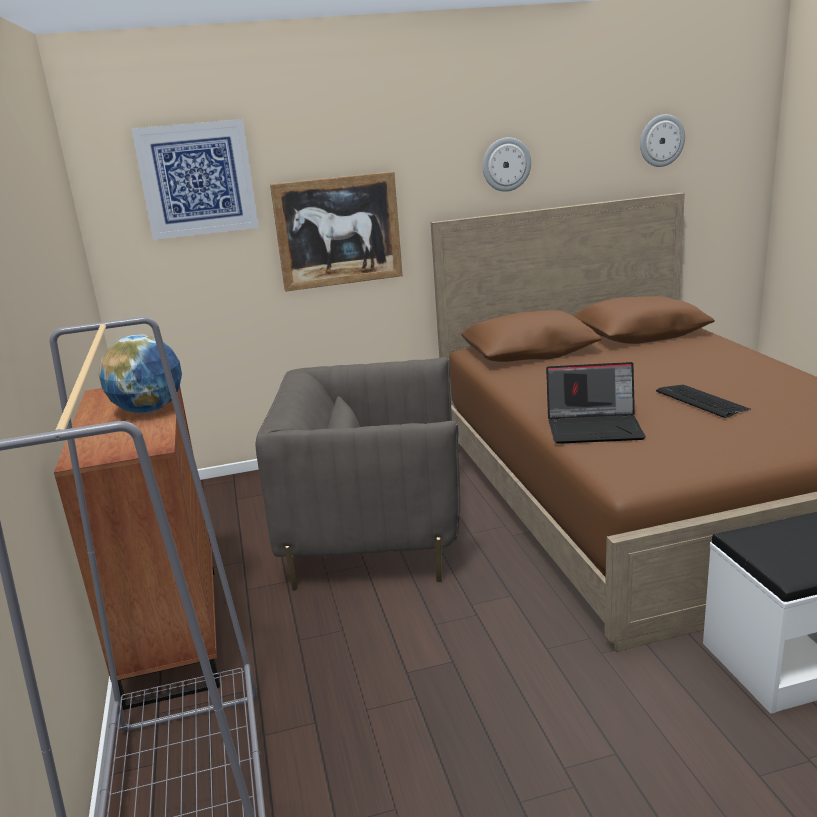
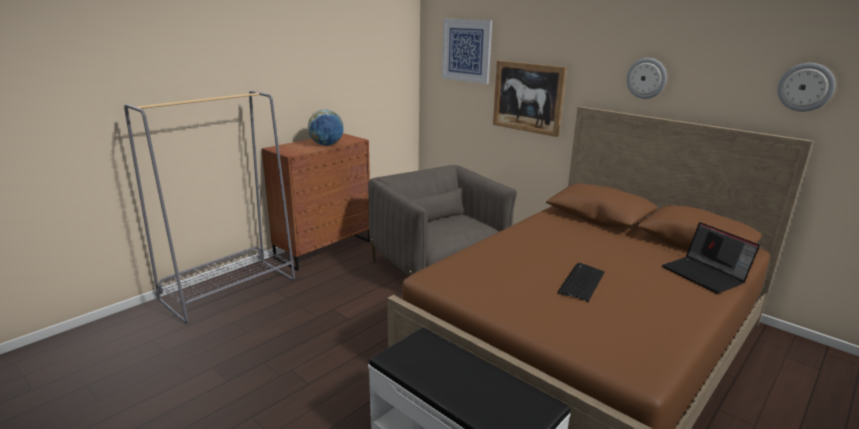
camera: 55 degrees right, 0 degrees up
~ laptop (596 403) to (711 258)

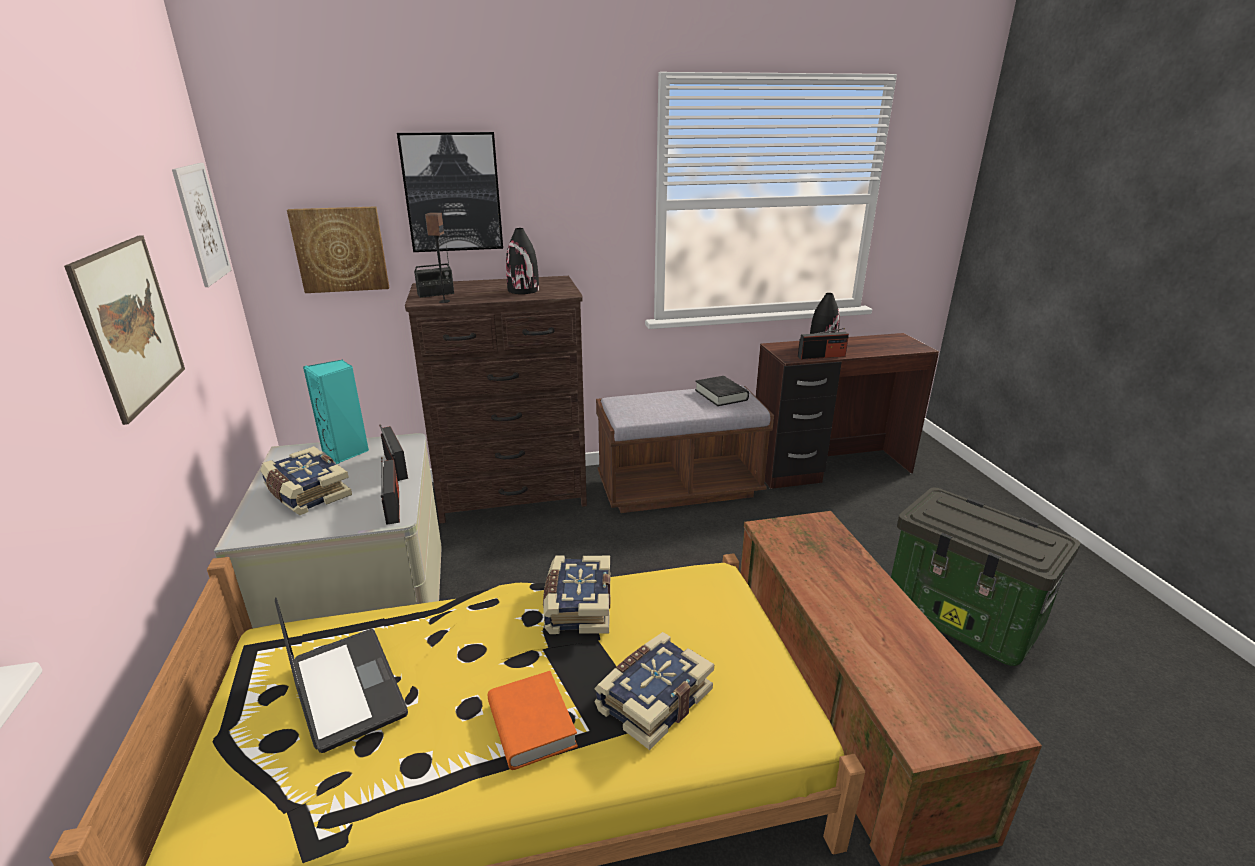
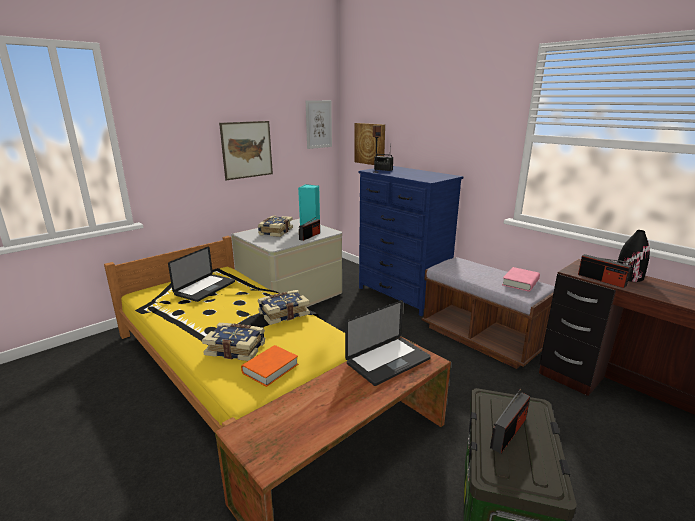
camera: 60 degrees right, 5 degrees down
~ orangey book (533 720) to (269 366)
+ laptop (388 343)
~ brown-coloured drawer chest (496 399) to blue drawer chest (411 241)
~ radio set (390 491) to (510 421)
~ black-coloured book (722 391) to pinkish book (521 279)
- wall picture (450 192)
- black-coloured decorative vase (522 261)

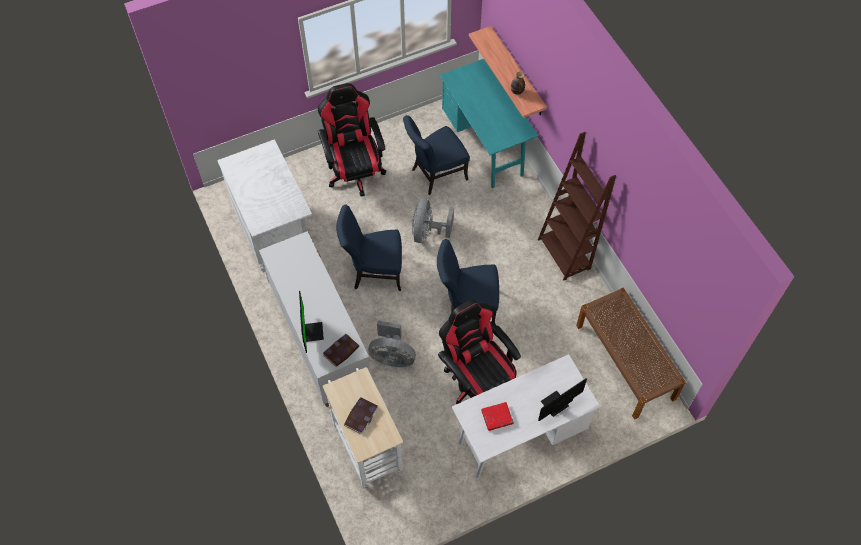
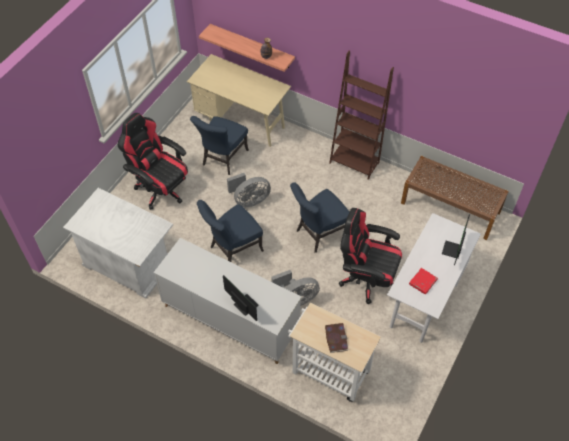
camera: 35 degrees left, 5 degrees down
~ turquoise-coloured desk unit (489 123) to beige-coloured desk unit (239 100)
~ gray electric fan (433 221) = (249 190) 90 degrees counterclockwise
- book (341 350)

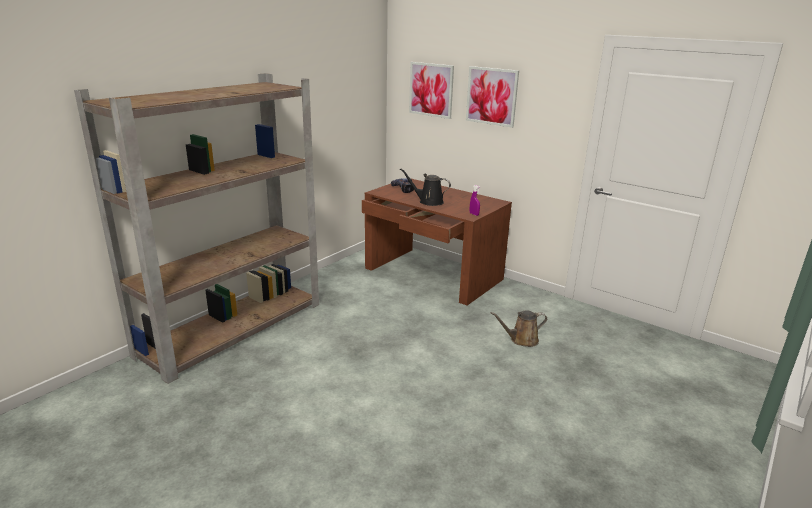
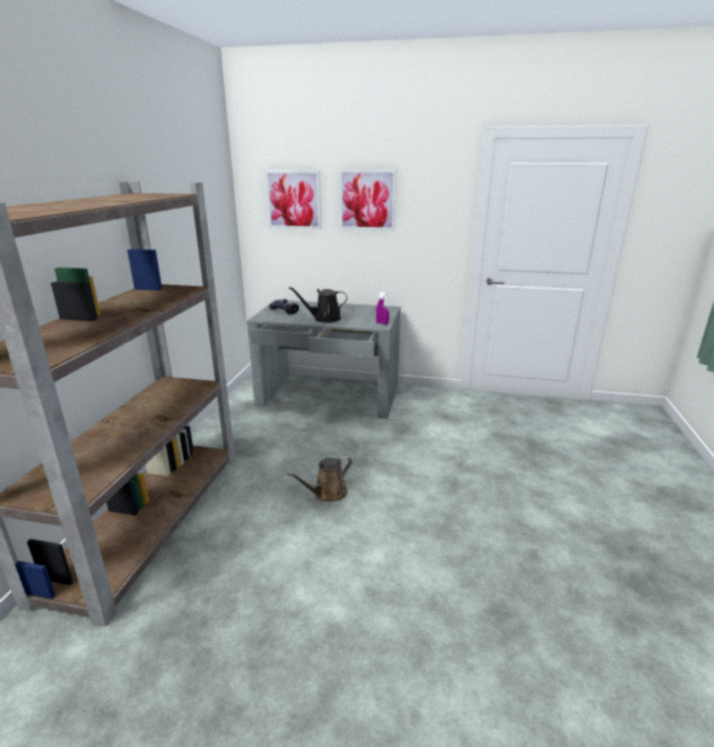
camera: 25 degrees left, 0 degrees up
~ brown-coloured desk unit (437 242) to gray desk unit (324 359)
~ brown-coloured watering pot (518 328) to (319 479)

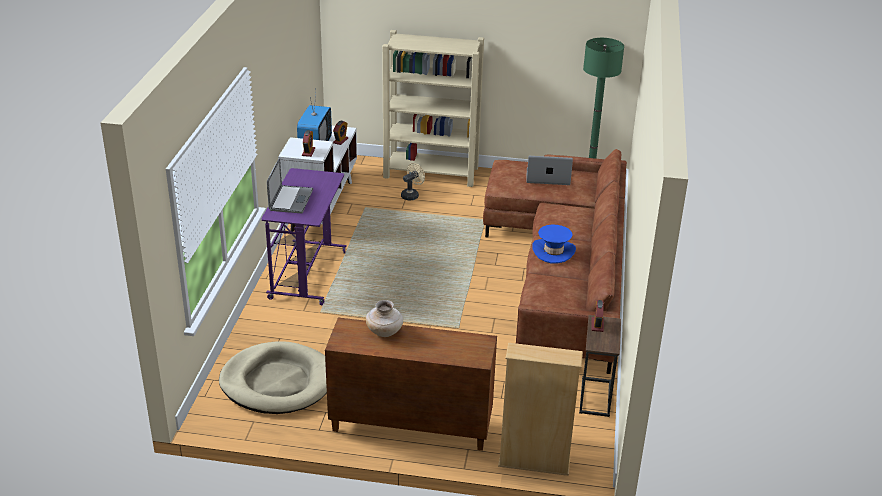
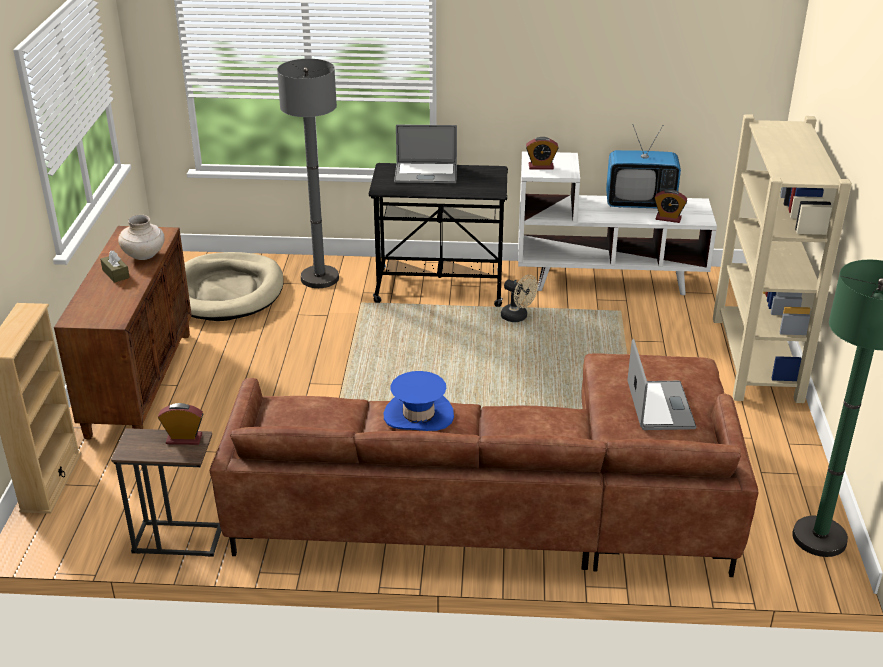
camera: 85 degrees right, 0 degrees up
+ brown-coloured tissue box (115 266)
+ gray standard lamp (308 173)
~ purplish desk unit (304 236) to black-coloured desk unit (438 235)
~ beige-coloured electric fan (413 182) to (519 298)

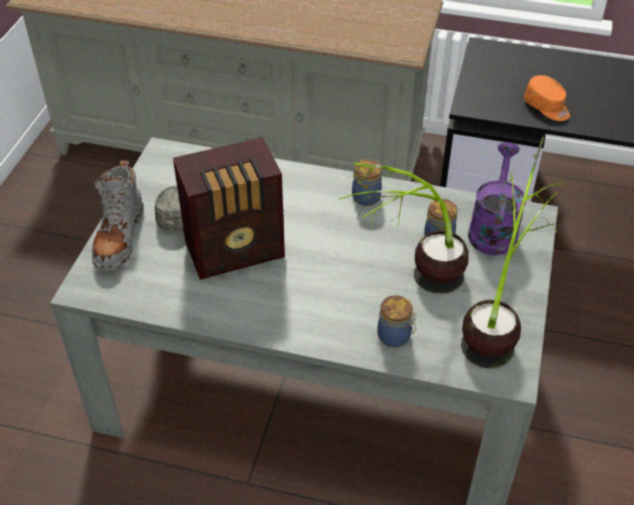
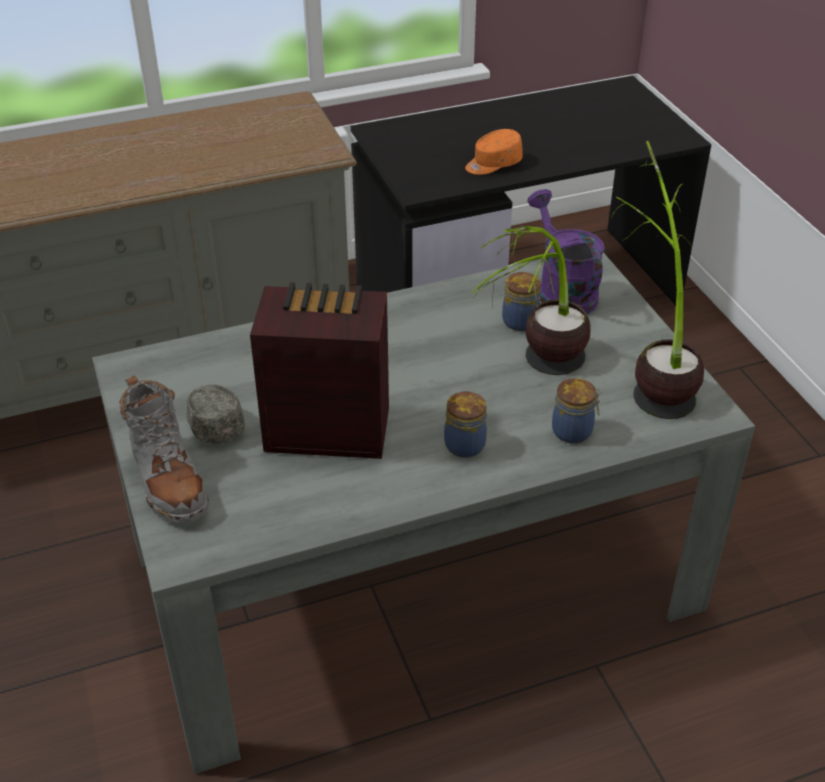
camera: 35 degrees left, 5 degrees down
~ radio set (229 208) = (319 370) 120 degrees counterclockwise
~ jar (367 182) to (465 424)
~ orangey peaked cap (547 98) = (494 152) 135 degrees clockwise

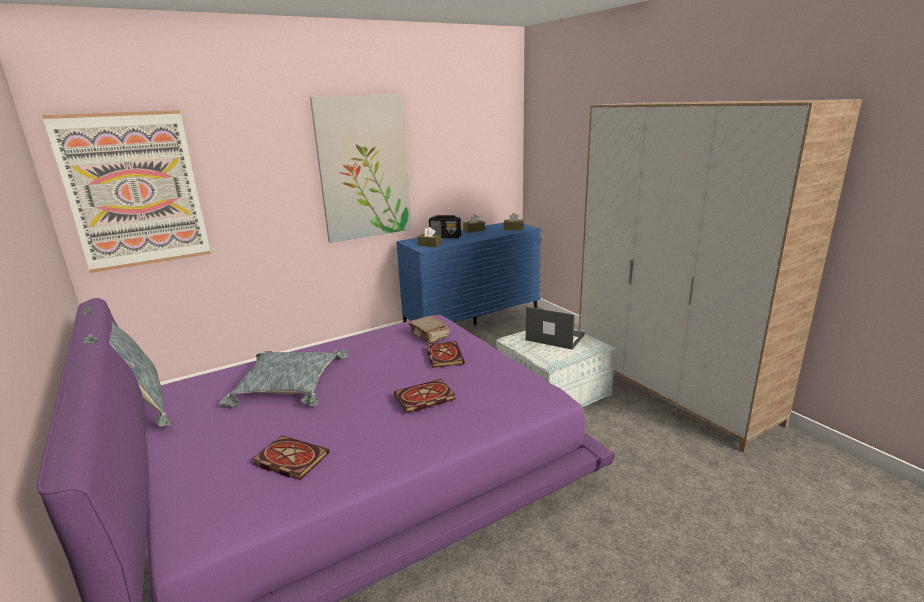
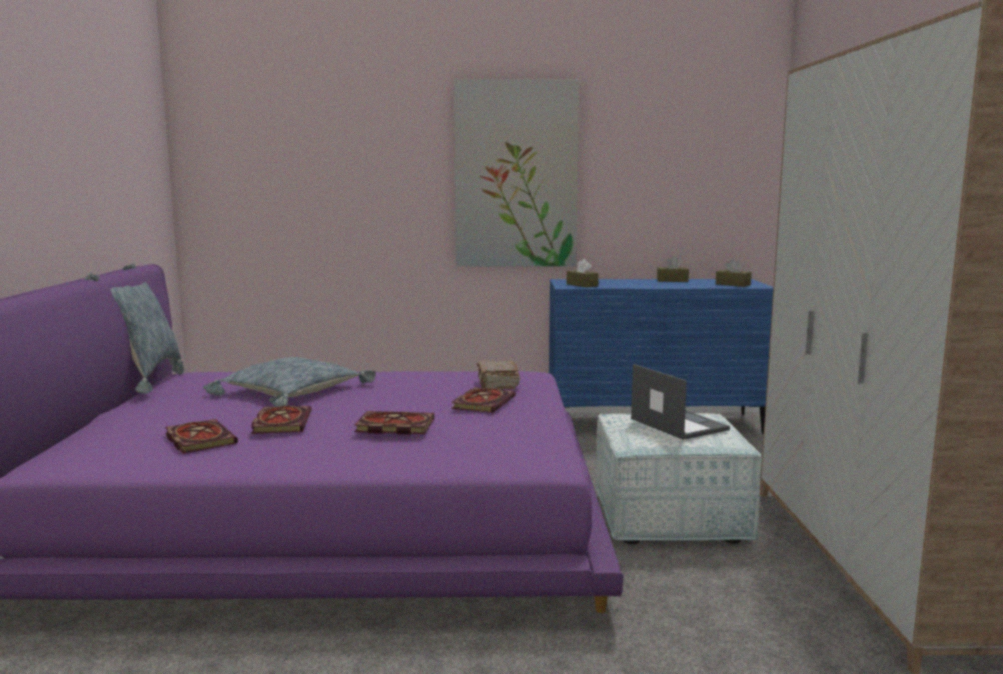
camera: 30 degrees right, 10 degrees down
+ book (281 420)
- wall picture (126 191)
- radio set (445 226)

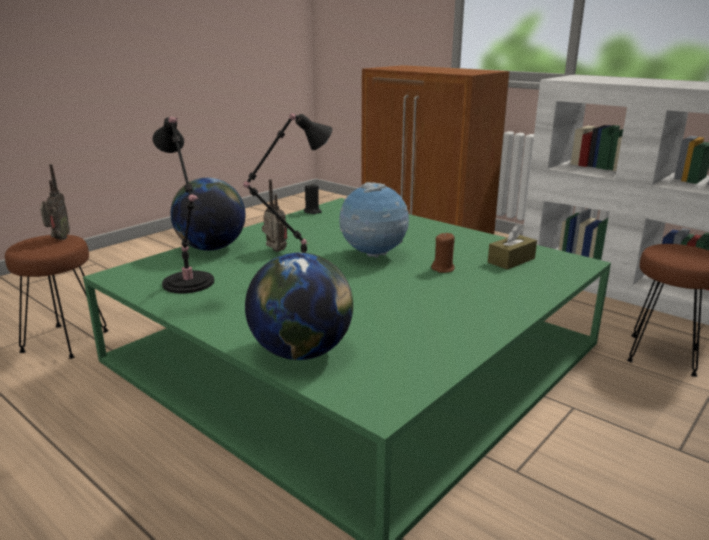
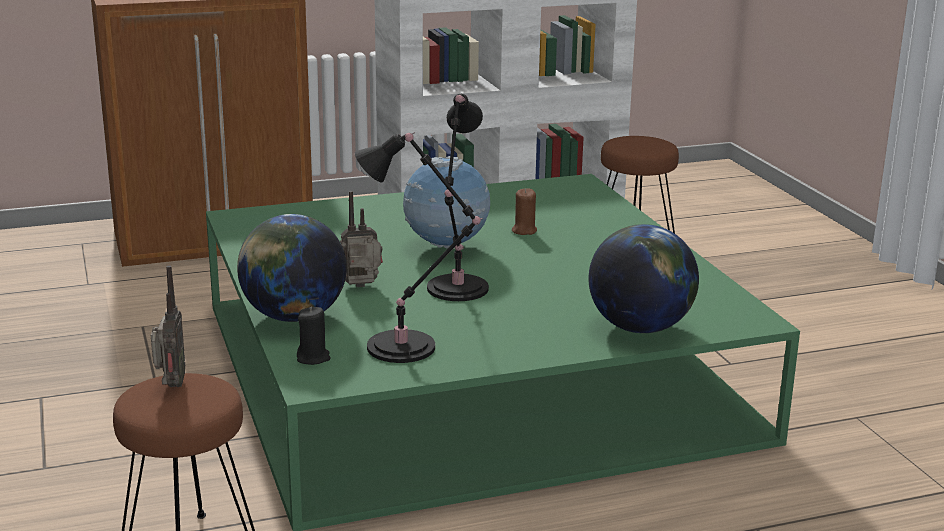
camera: 60 degrees left, 0 degrees up
~ radio set (55 202) = (168 326) 60 degrees clockwise
~ black-coloured wax light (313 198) to (314 336)
- brown-coloured tissue box (512 247)

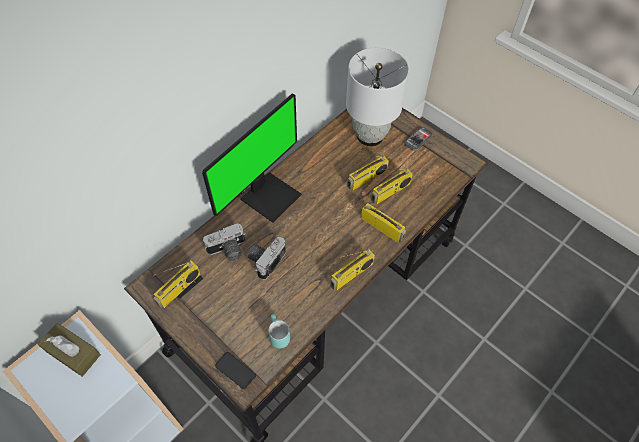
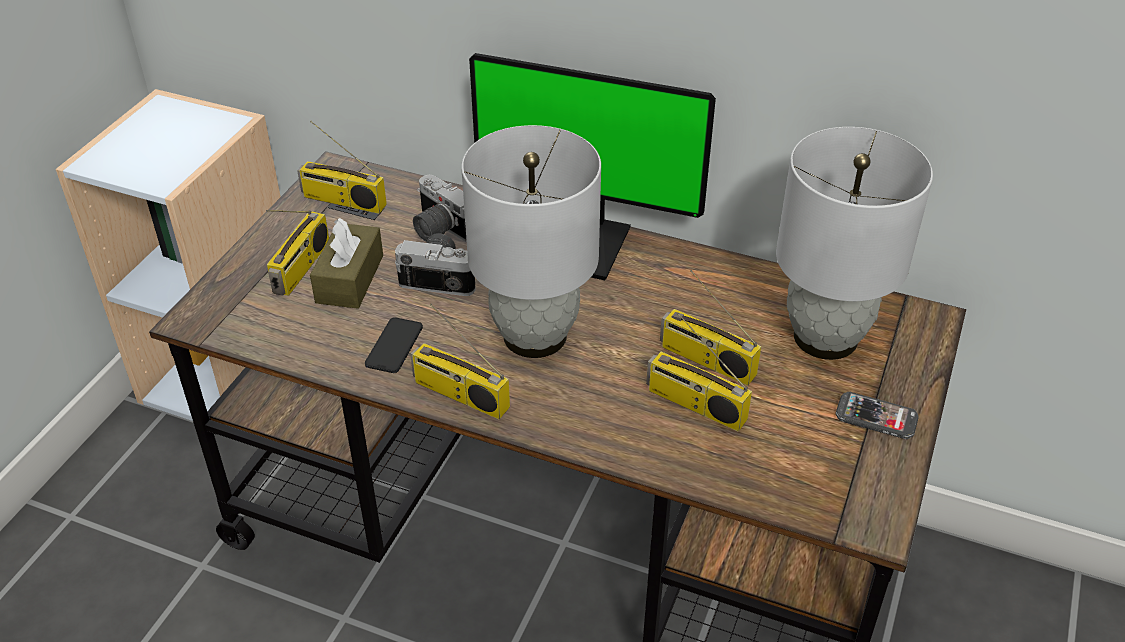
camera: 70 degrees right, 15 degrees down
~ radio set (383 223) to (297 253)
~ brown-coloured tissue box (69 350) to (346 263)
~ handset (235 370) to (394 345)
+ white table lamp (531 241)
- turquoise-coloured mug (279 331)

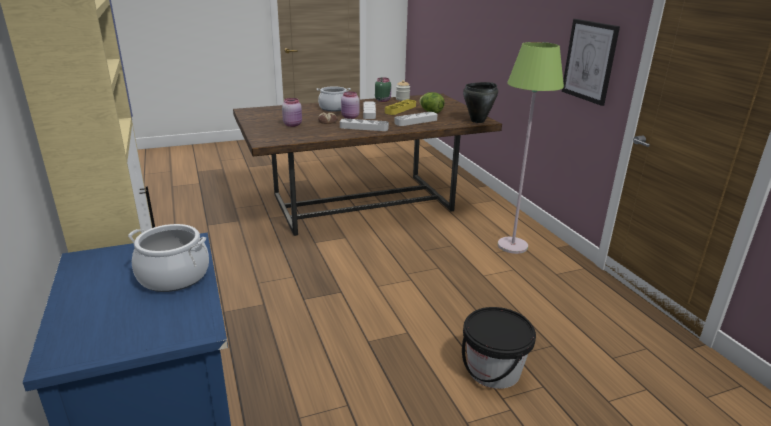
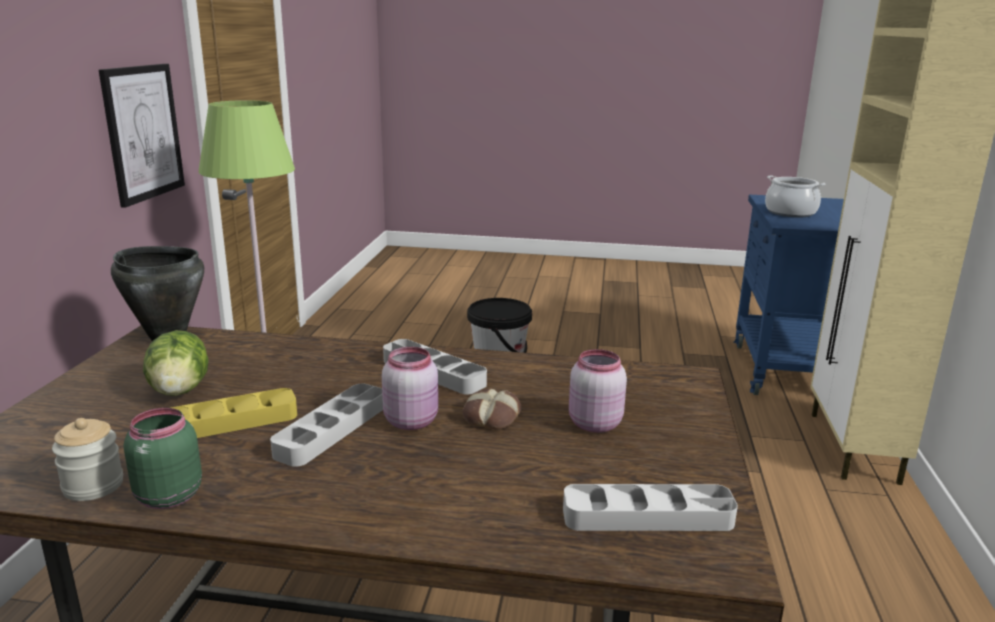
camera: 150 degrees left, 5 degrees down
~ gray tray (415 119) to (650 507)
- stockpot (333 99)

